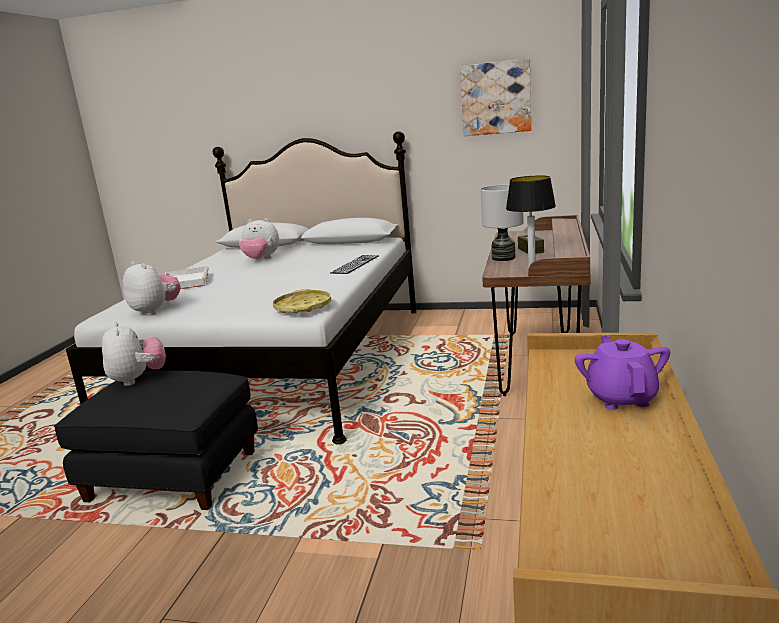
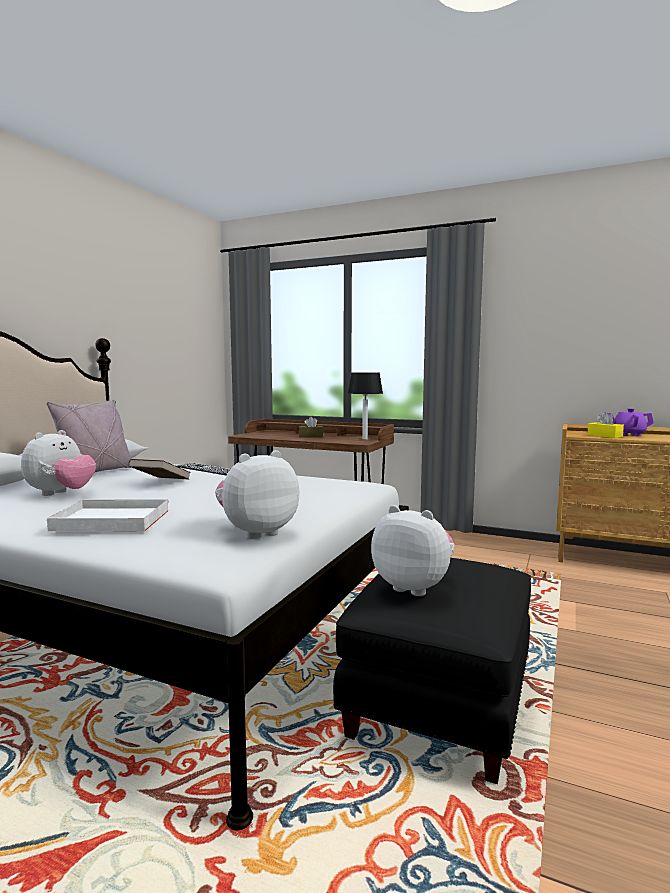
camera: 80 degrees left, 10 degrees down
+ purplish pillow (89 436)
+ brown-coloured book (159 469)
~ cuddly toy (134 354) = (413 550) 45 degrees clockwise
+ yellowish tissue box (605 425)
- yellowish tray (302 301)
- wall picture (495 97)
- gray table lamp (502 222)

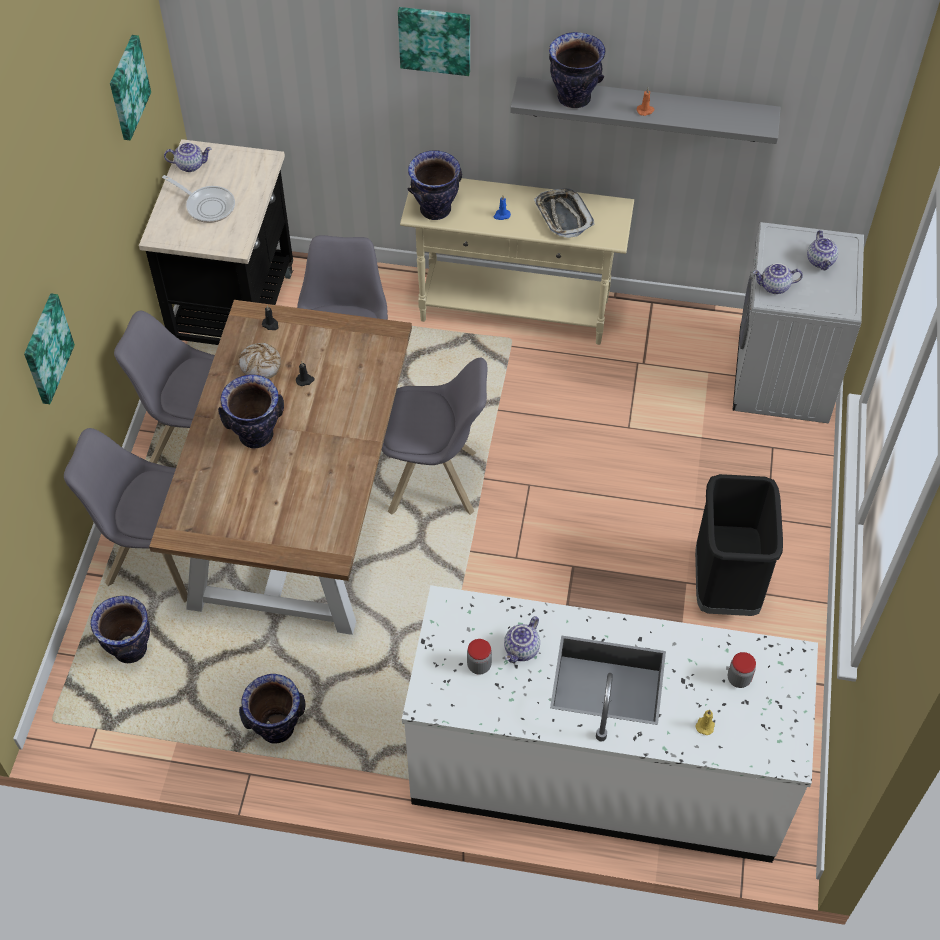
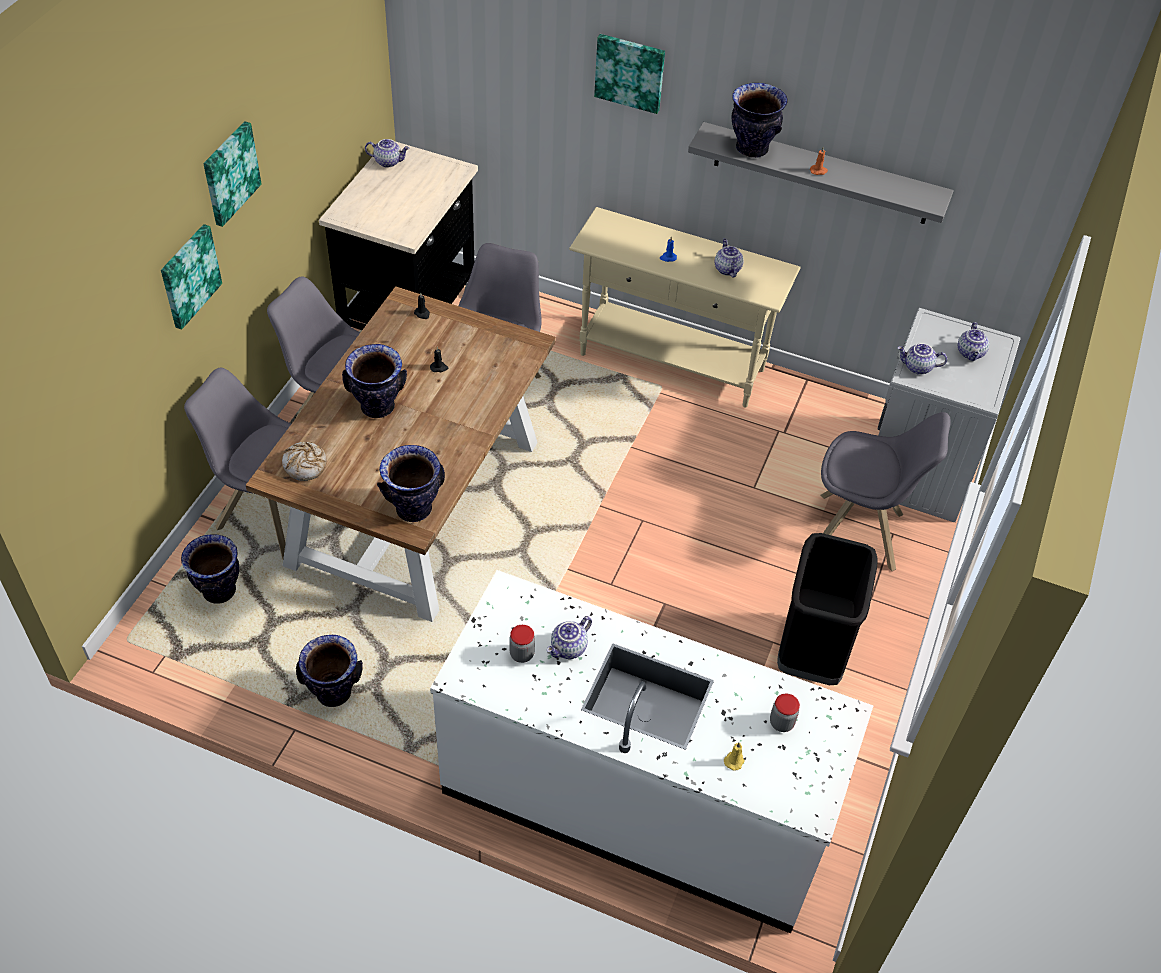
camera: 10 degrees right, 5 degrees down
~ wall picture (130 88) to (232 174)
~ baked bread (260 361) to (304 461)
~ decorative vase (435 185) to (411 483)
~ tray (564 213) to teapot (729 258)
~ gray upright chair (434 436) to (886 491)
- frying pan (198 199)

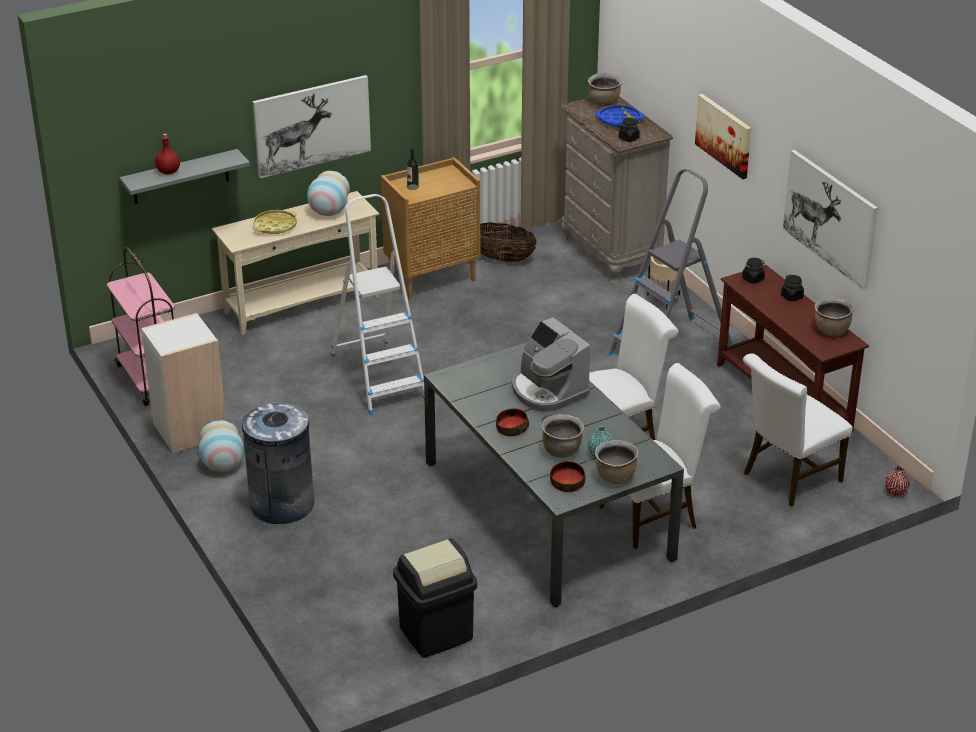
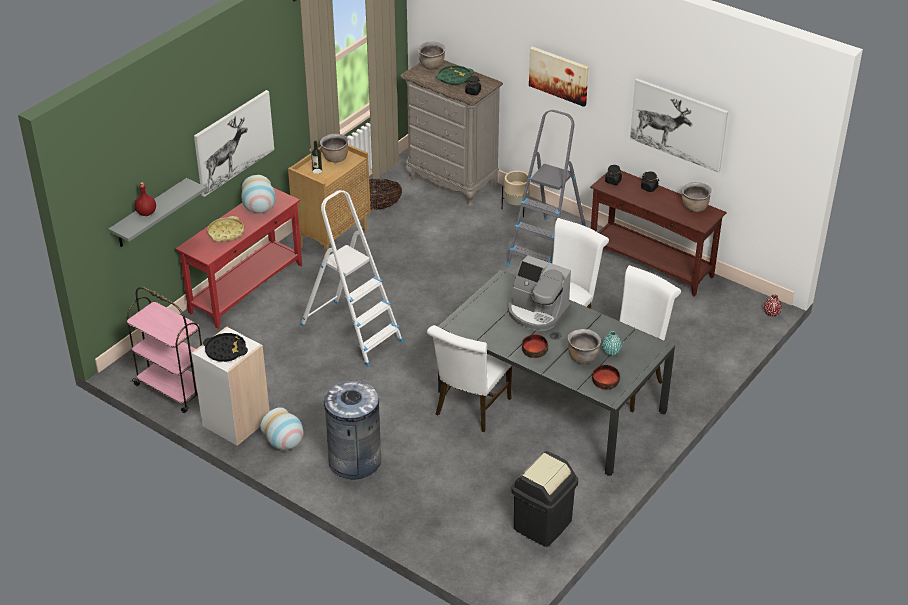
camera: 25 degrees left, 5 degrees up
~ beige-coloured narrow table (295 263) to red-coloured narrow table (238 258)
+ black-coloured tray (225 347)
~ brown-coloured stockpot (617 462) to (334 148)
~ white upright chair (797 430) to (469 378)
~ blue tray (620 116) to green tray (454 75)

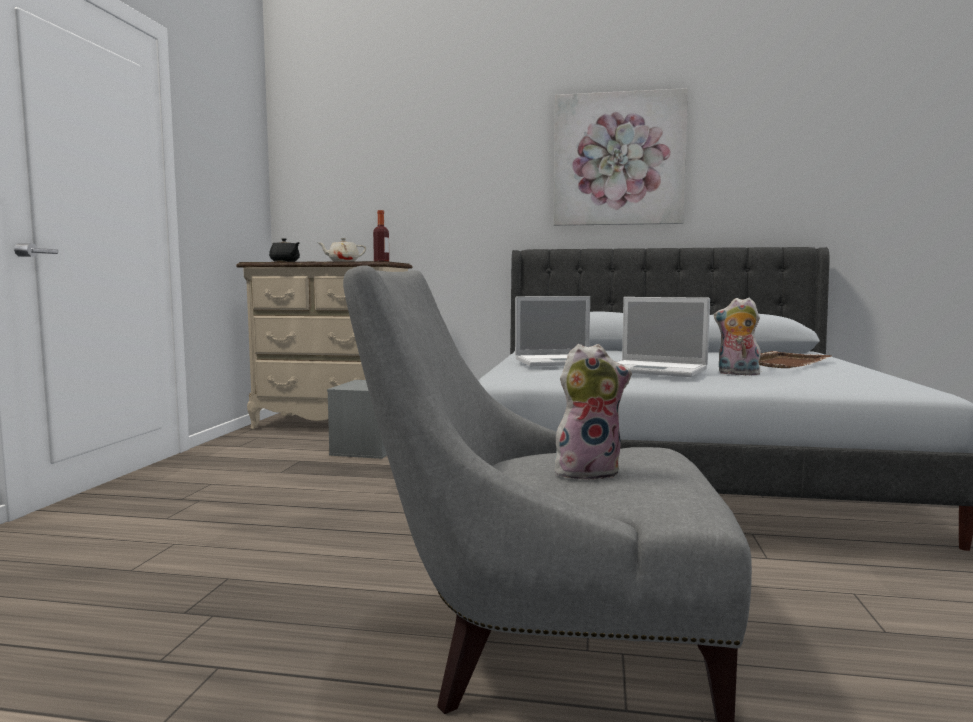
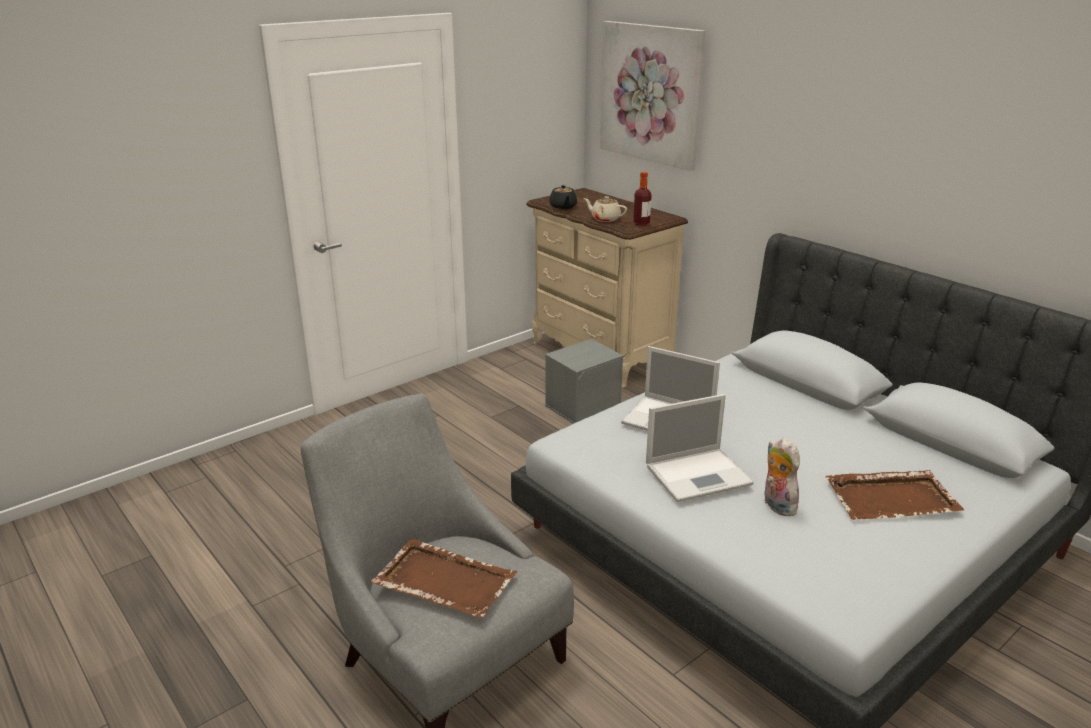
camera: 40 degrees right, 20 degrees up
~ cuddly toy (593 412) to brown-coloured tray (444 578)
~ wall picture (620 157) to (652 96)
~ laptop (663 337) = (700 448) 90 degrees counterclockwise

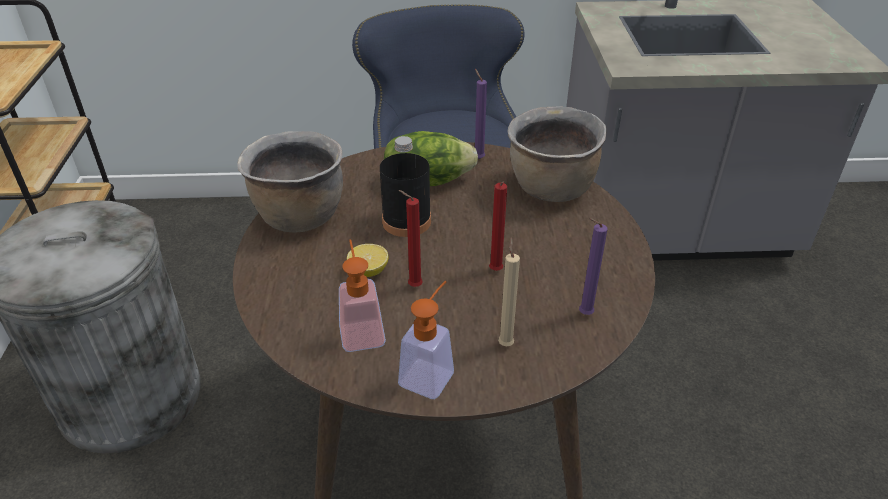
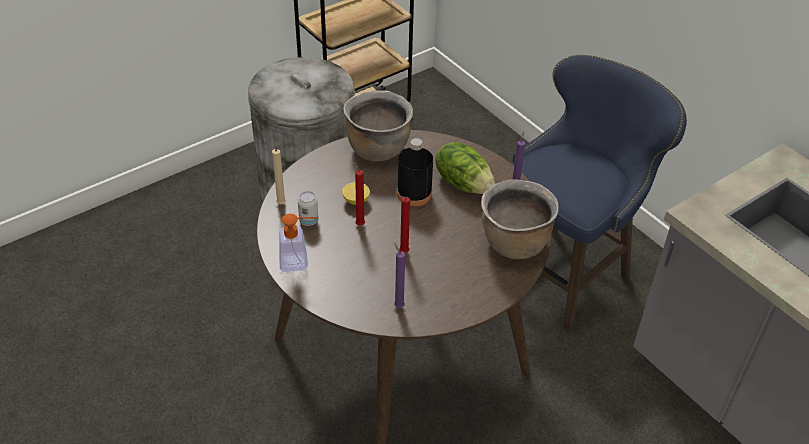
camera: 55 degrees right, 5 degrees up
~ beige-coloured wax light (509 291) to (279 173)
~ liquid soap bottle (362 295) to can (308 208)

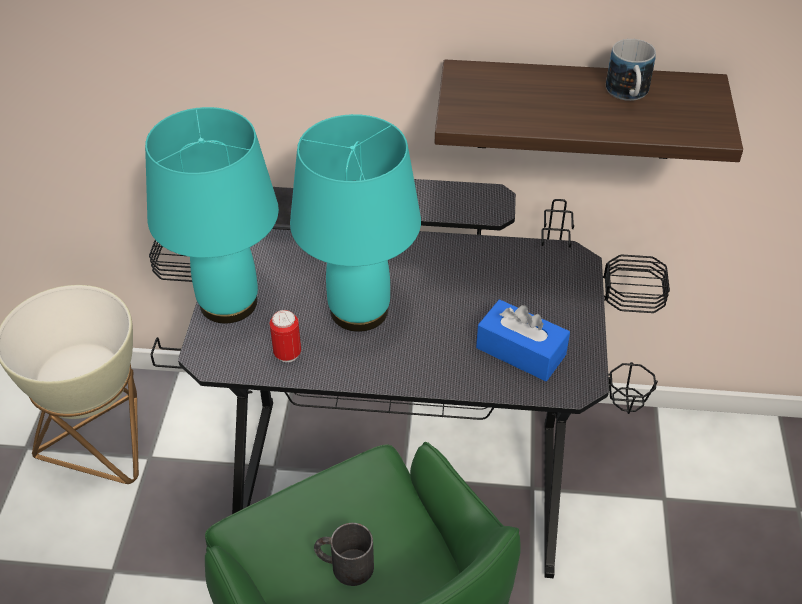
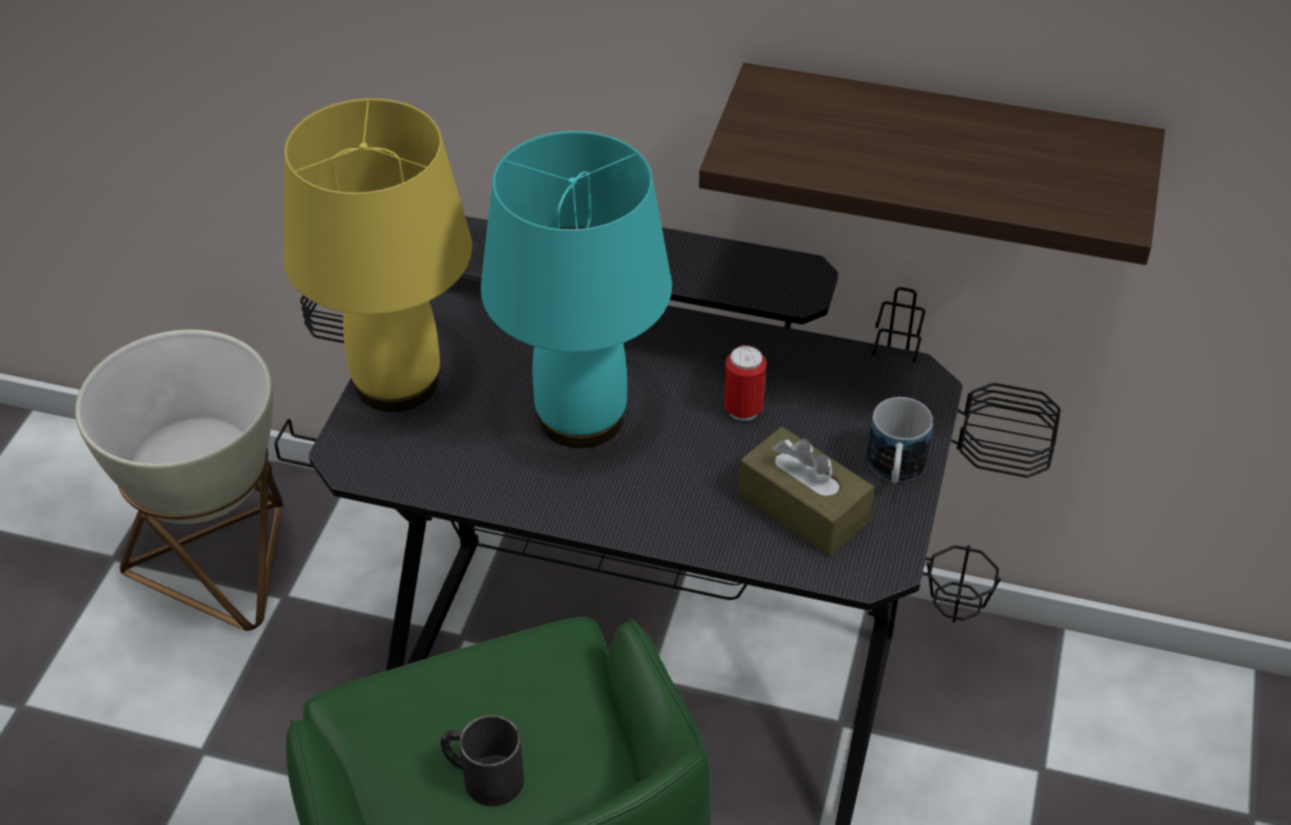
camera: 10 degrees right, 0 degrees up
~ turquoise-coloured table lamp (212 215) to yellowish table lamp (378 255)
~ can (285 336) to (745 383)
~ blue tissue box (523 340) to brown-coloured tissue box (806 491)
~ mug (631 70) to (900 440)

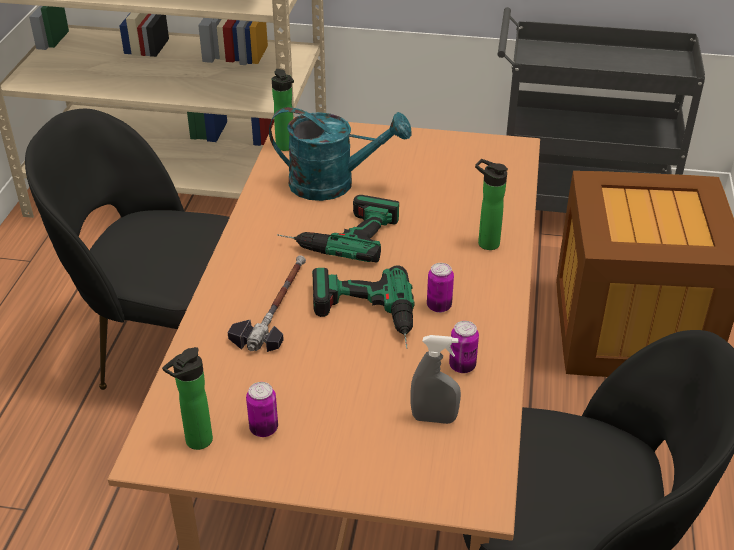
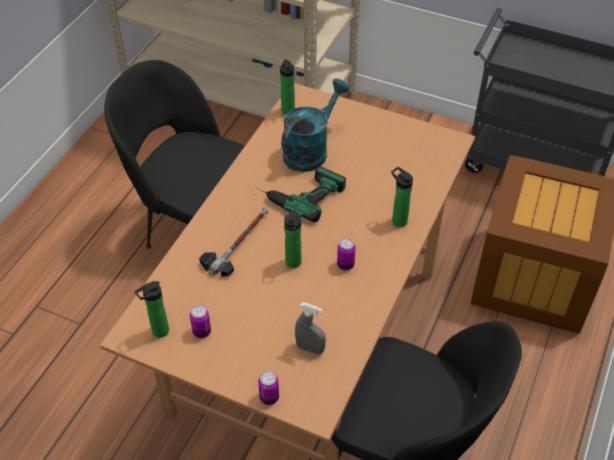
camera: 15 degrees right, 10 degrees up
~ can (464 347) to (268 388)
~ turquoise-coloured watering pot (340 154) = (315 125) 75 degrees counterclockwise
~ electric drill (363 307) to beverage bottle (292 239)

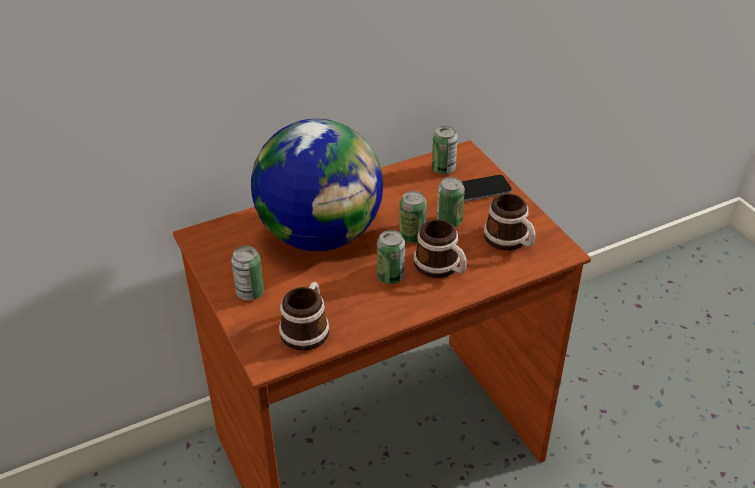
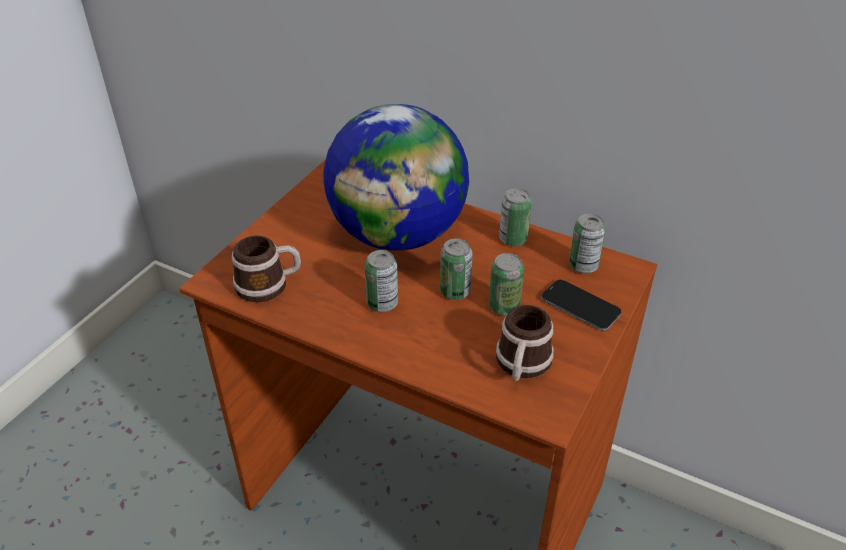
camera: 55 degrees right, 0 degrees up
~ can (247 273) to (515 217)
- mug (440 249)

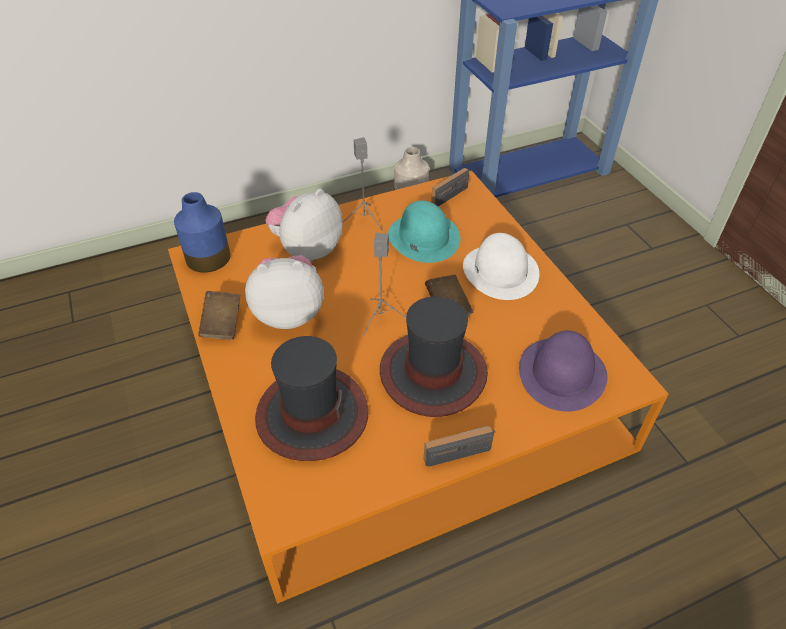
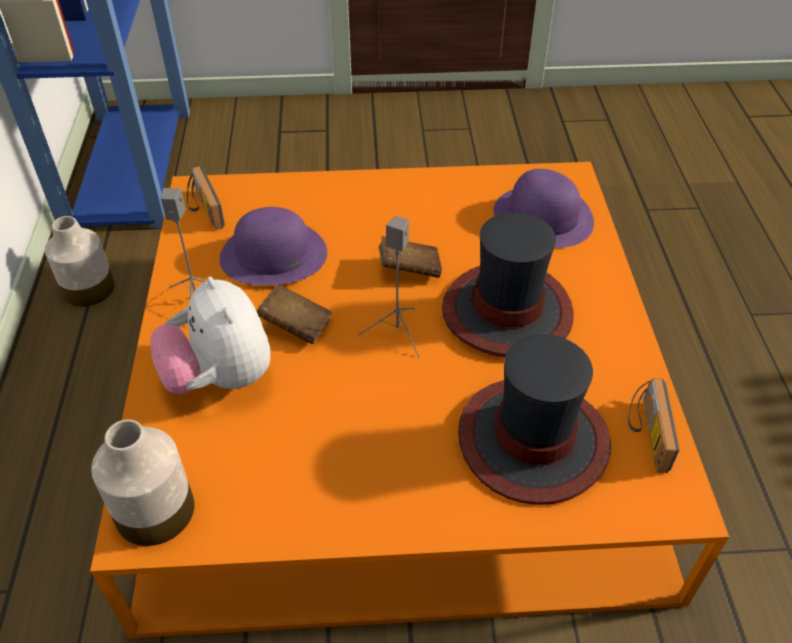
camera: 70 degrees left, 0 degrees up
~ blue decorative vase (202 232) to beige-coloured decorative vase (143 482)
~ turquoise-coloured clothing hat (424 232) to purplish clothing hat (273 246)
~ brown-coloured book (219 315) to (294 314)
~ radio set (459 446) to (654 425)
- cuddly toy (284 292)
- white clothing hat (501 266)

